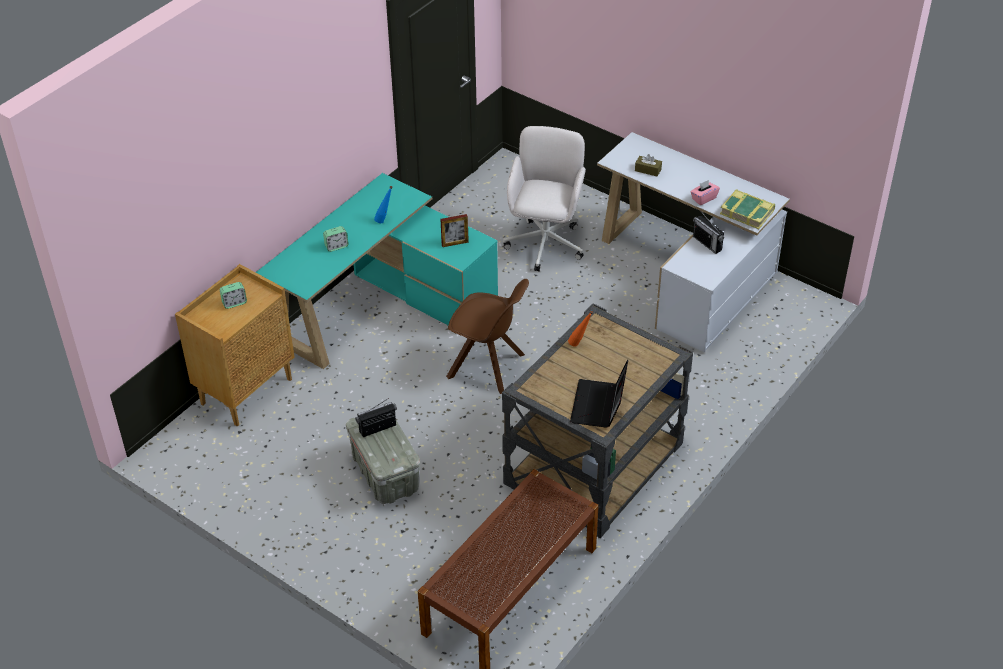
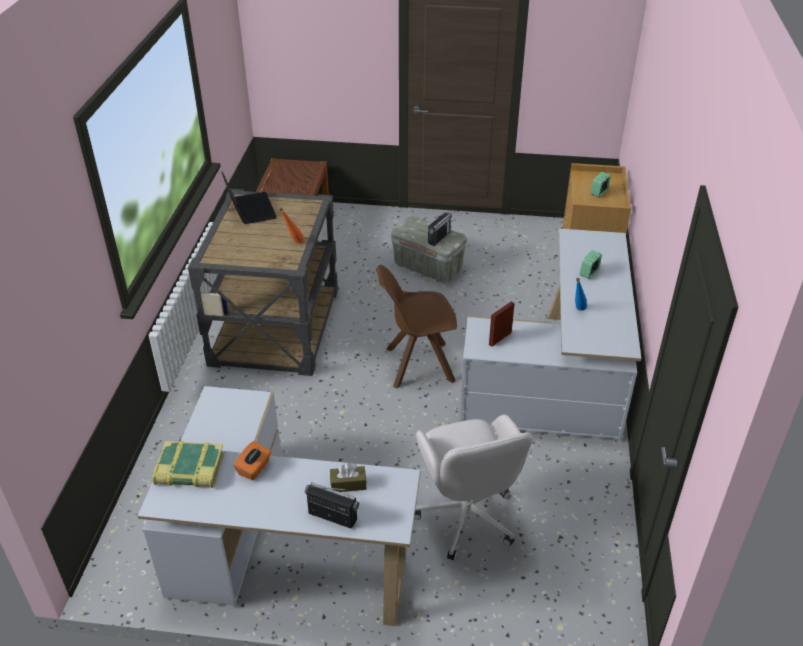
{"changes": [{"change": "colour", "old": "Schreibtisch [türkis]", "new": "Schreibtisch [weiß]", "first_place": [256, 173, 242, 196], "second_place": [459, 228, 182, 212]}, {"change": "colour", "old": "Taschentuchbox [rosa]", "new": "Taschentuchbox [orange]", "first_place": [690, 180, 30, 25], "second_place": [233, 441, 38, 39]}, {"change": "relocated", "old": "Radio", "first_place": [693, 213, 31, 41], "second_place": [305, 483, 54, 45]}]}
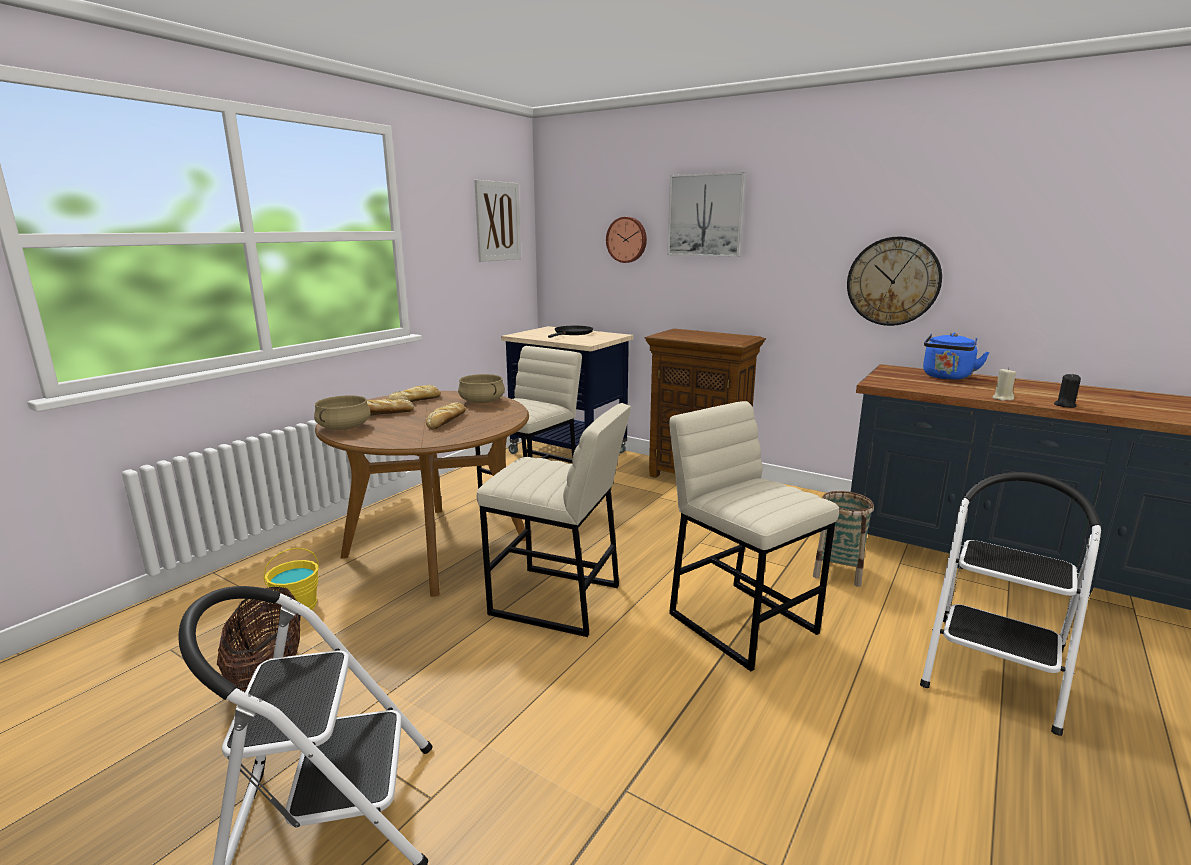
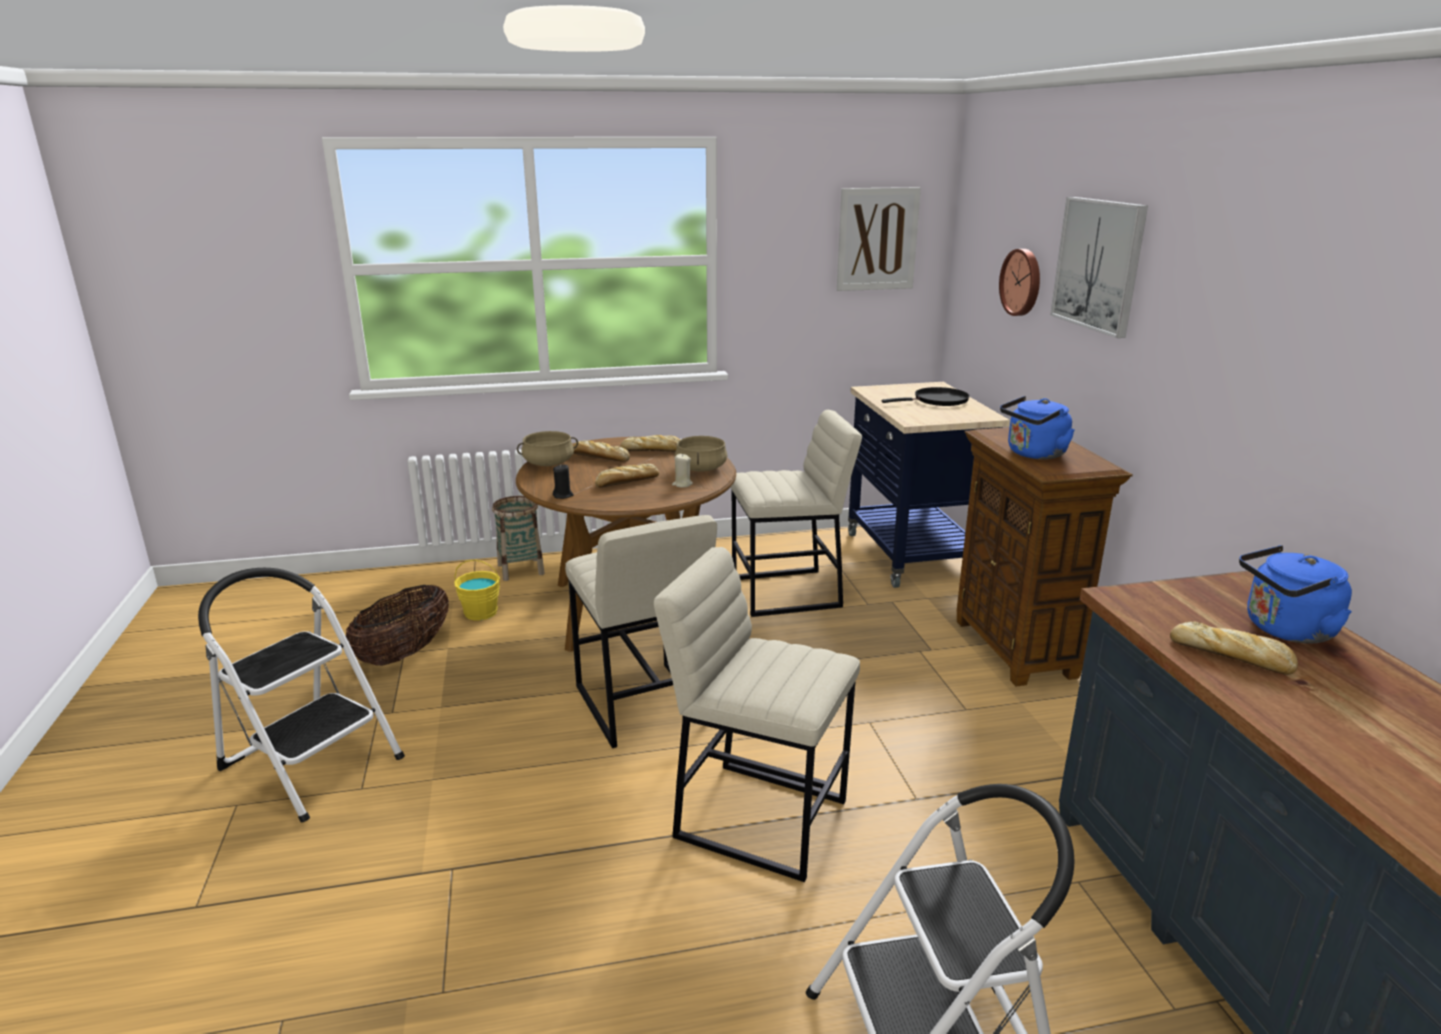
{"changes": [{"change": "missing", "old": "Wanduhr", "first_place": [847, 236, 95, 90]}, {"change": "relocated", "old": "Kerze [beige]", "first_place": [993, 368, 24, 33], "second_place": [672, 454, 21, 34]}, {"change": "relocated", "old": "Kerze [schwarz]", "first_place": [1054, 373, 27, 35], "second_place": [553, 465, 20, 34]}, {"change": "spun", "old": "Stuhl [beige]", "first_place": [669, 401, 170, 270], "second_place": [654, 547, 206, 335], "degrees": -75}, {"change": "relocated", "old": "Korb", "first_place": [813, 491, 61, 96], "second_place": [492, 496, 53, 85]}, {"change": "appeared", "new": "Wasserkessel [blau]", "second_place": [1000, 396, 75, 63]}, {"change": "appeared", "new": "Brot", "second_place": [1170, 621, 128, 54]}]}
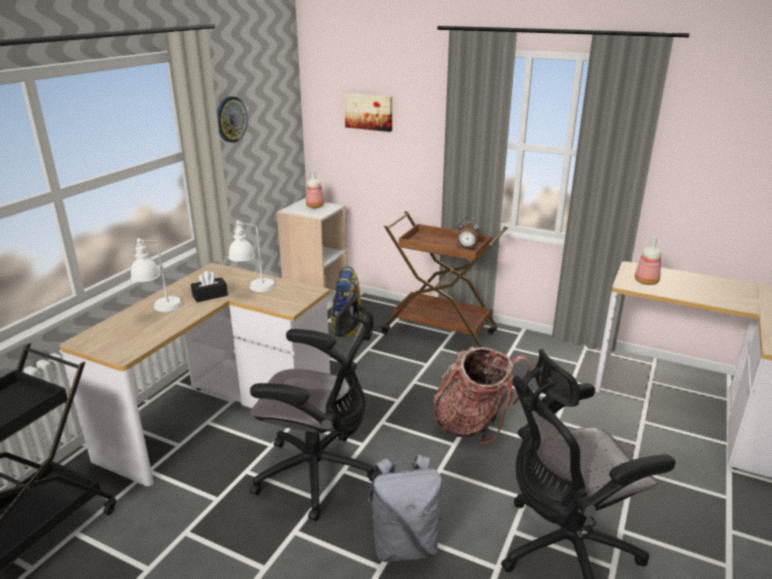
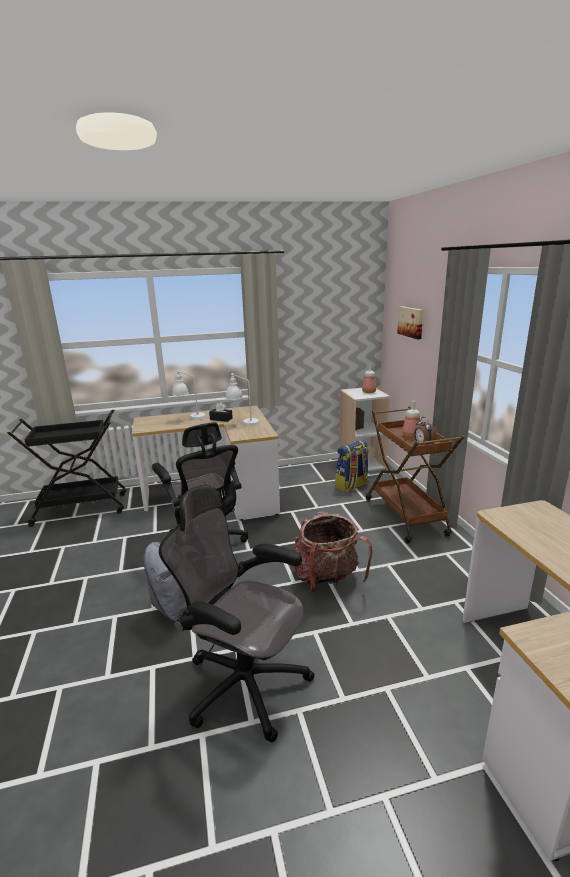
{"changes": [{"change": "missing", "old": "Wanduhr", "first_place": [217, 96, 31, 47]}, {"change": "relocated", "old": "Flasche", "first_place": [635, 236, 26, 49], "second_place": [402, 401, 19, 37]}]}
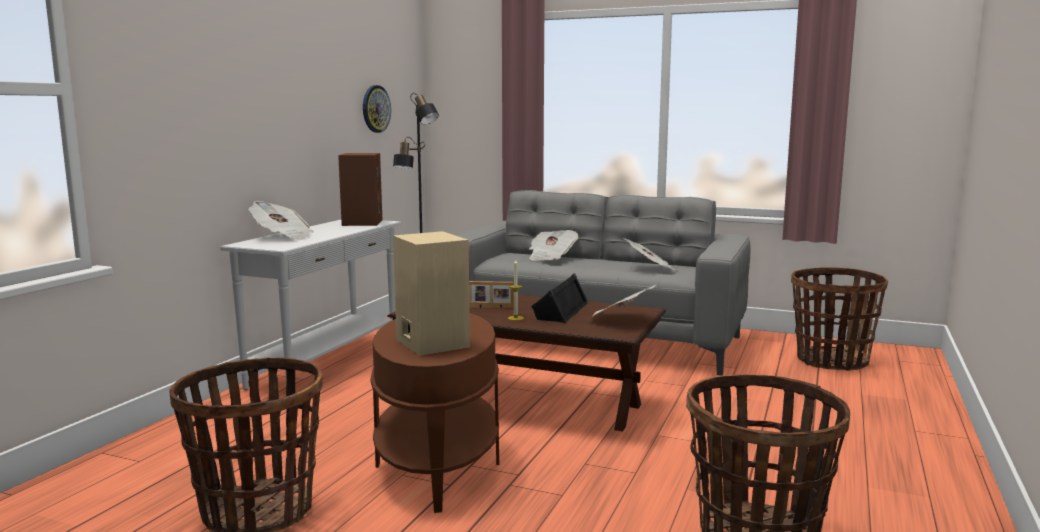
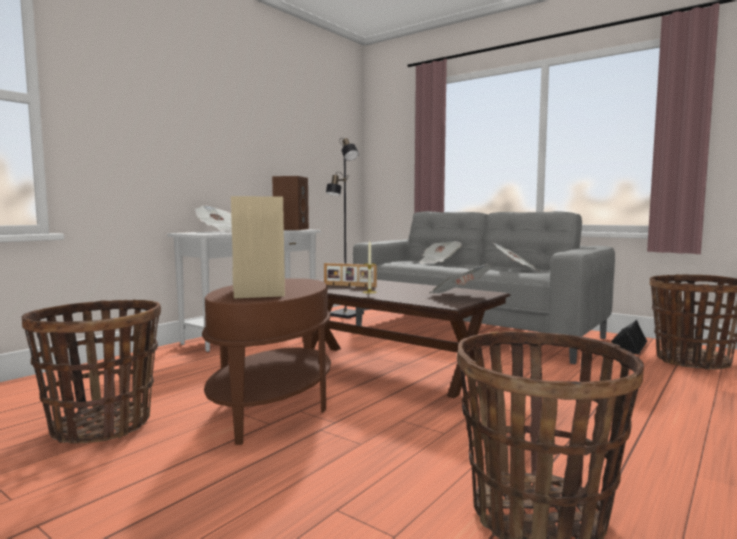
{"changes": [{"change": "missing", "old": "Wanduhr", "first_place": [363, 85, 28, 48]}, {"change": "relocated", "old": "Lautsprecher [schwarz]", "first_place": [531, 273, 58, 50], "second_place": [611, 320, 37, 35]}]}
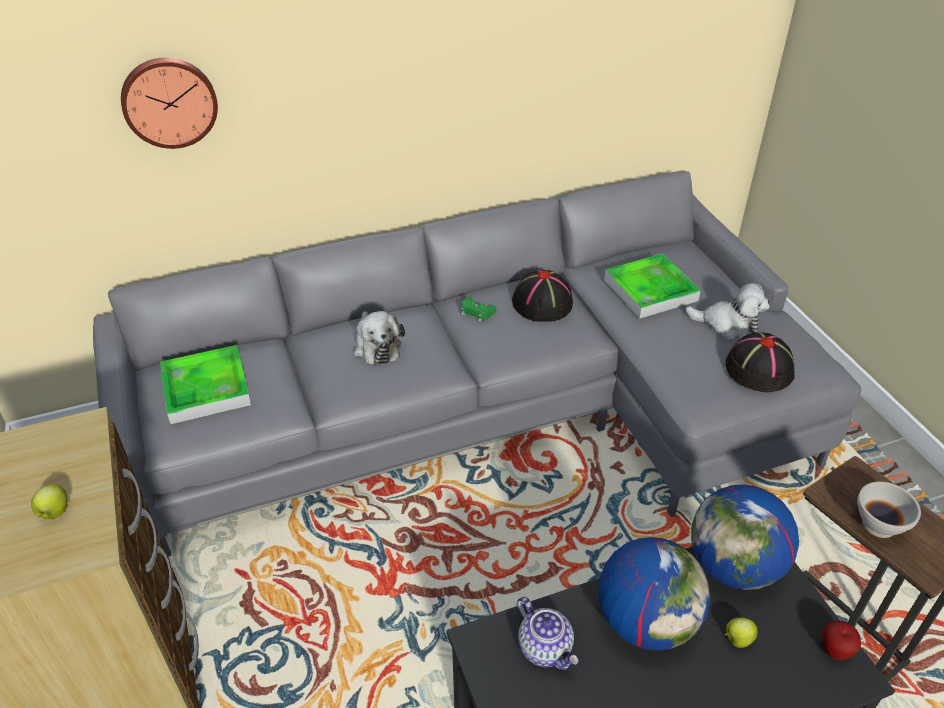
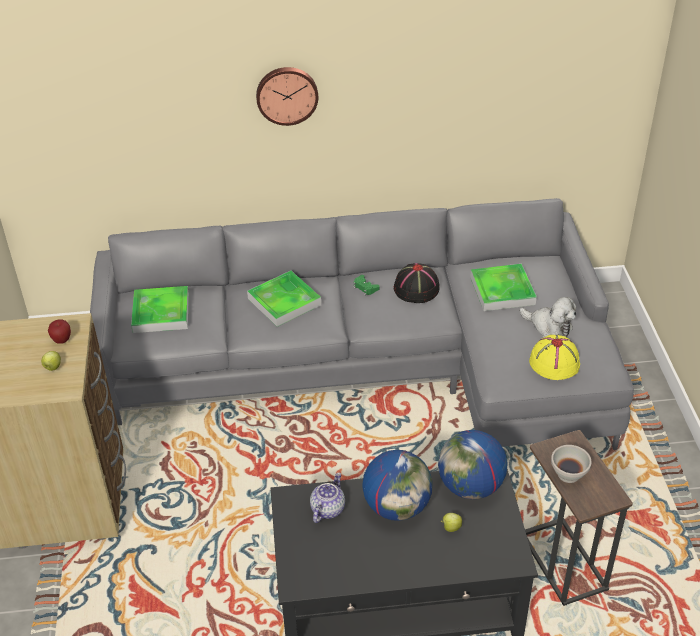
{"changes": [{"change": "relocated", "old": "Wanduhr", "first_place": [121, 58, 97, 91], "second_place": [256, 67, 62, 59]}, {"change": "exchanged", "old": "Plüschtier", "new": "Tablett", "first_place": [354, 311, 51, 55], "second_place": [247, 271, 74, 56]}, {"change": "colour", "old": "Hut [schwarz]", "new": "Hut [gelb]", "first_place": [726, 332, 69, 60], "second_place": [529, 335, 51, 45]}, {"change": "spun", "old": "Teekanne", "first_place": [517, 597, 61, 73], "second_place": [310, 473, 35, 50], "degrees": -135}, {"change": "relocated", "old": "Apfel", "first_place": [822, 620, 39, 41], "second_place": [48, 319, 23, 25]}]}
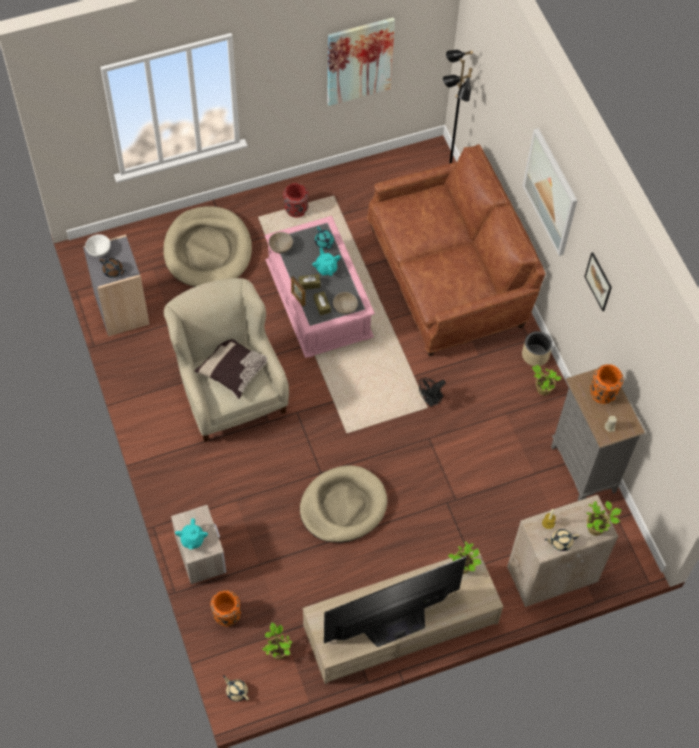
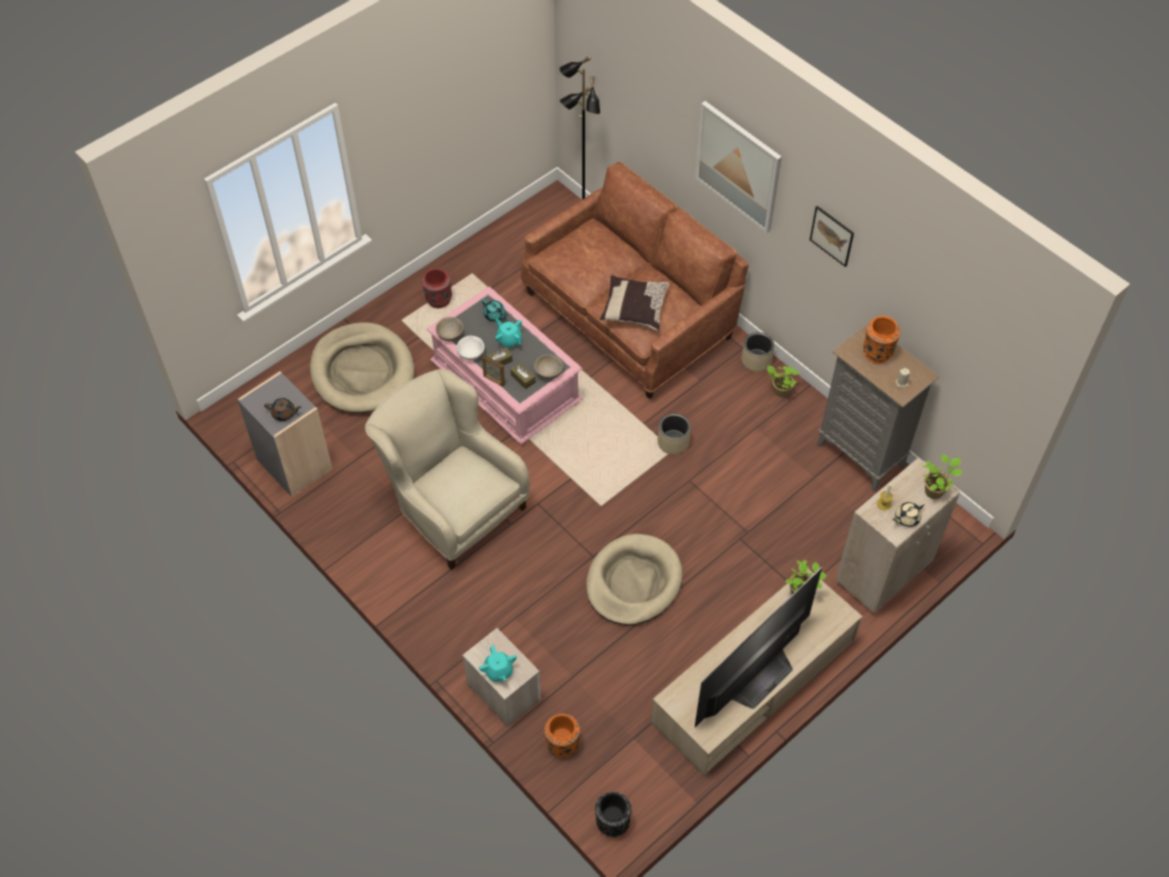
{"changes": [{"change": "missing", "old": "Bild", "first_place": [327, 17, 68, 89]}, {"change": "relocated", "old": "Schüssel [weiß]", "first_place": [85, 234, 26, 23], "second_place": [456, 336, 28, 24]}, {"change": "relocated", "old": "Kissen", "first_place": [194, 339, 73, 60], "second_place": [600, 275, 69, 56]}, {"change": "exchanged", "old": "Ventilator [schwarz]", "new": "Pflanzkübel [beige]", "first_place": [419, 378, 27, 29], "second_place": [658, 413, 33, 41]}, {"change": "missing", "old": "Topfpflanze", "first_place": [262, 623, 30, 37]}, {"change": "exchanged", "old": "Teekanne [beige]", "new": "Vase [schwarz]", "first_place": [223, 675, 26, 26], "second_place": [595, 792, 36, 45]}]}
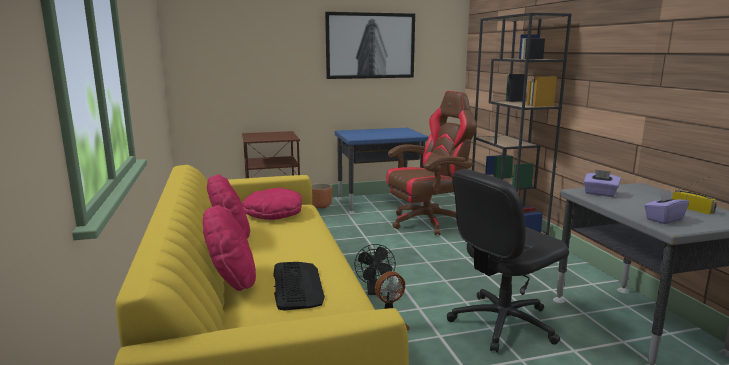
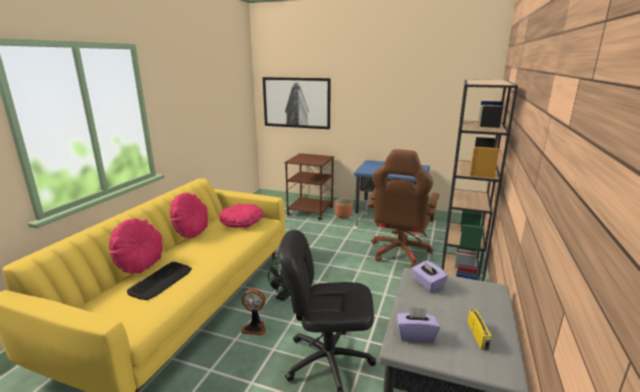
{"changes": [{"change": "relocated", "old": "Bild", "first_place": [325, 12, 90, 67], "second_place": [263, 77, 68, 52]}, {"change": "spun", "old": "Bürostuhl [braun]", "first_place": [386, 91, 91, 144], "second_place": [367, 149, 72, 118], "degrees": 105}]}
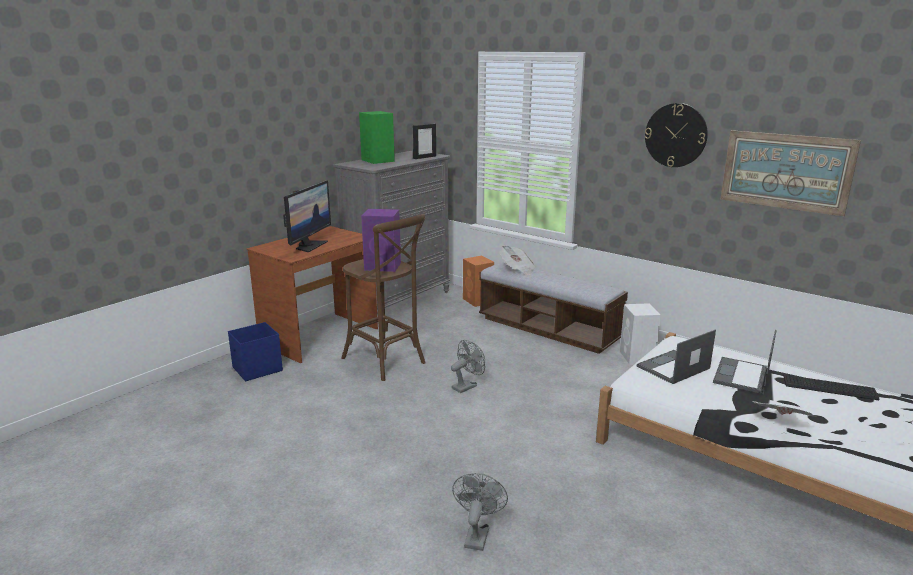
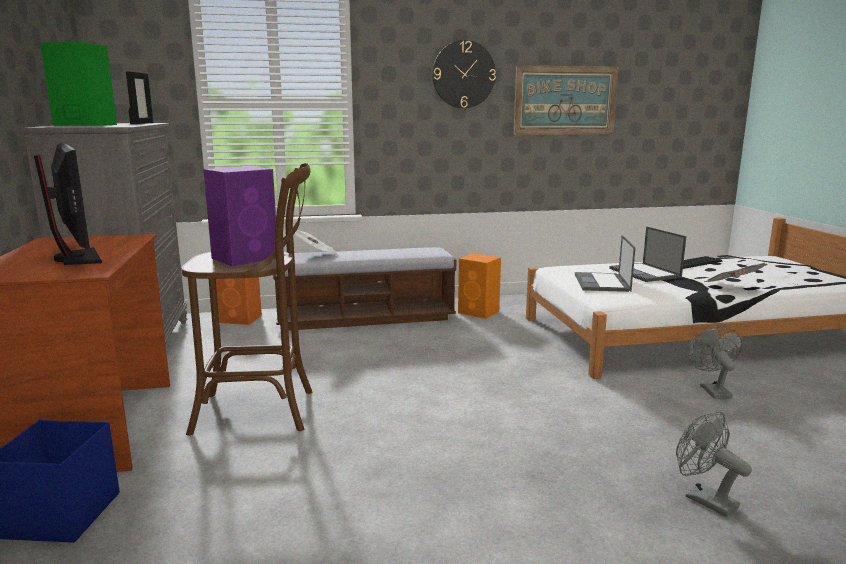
{"changes": [{"change": "colour", "old": "Lautsprecher [weiß]", "new": "Lautsprecher [orange]", "first_place": [620, 303, 41, 62], "second_place": [458, 253, 43, 66]}, {"change": "relocated", "old": "Ventilator [grau]", "first_place": [451, 340, 34, 53], "second_place": [688, 326, 54, 73]}]}
